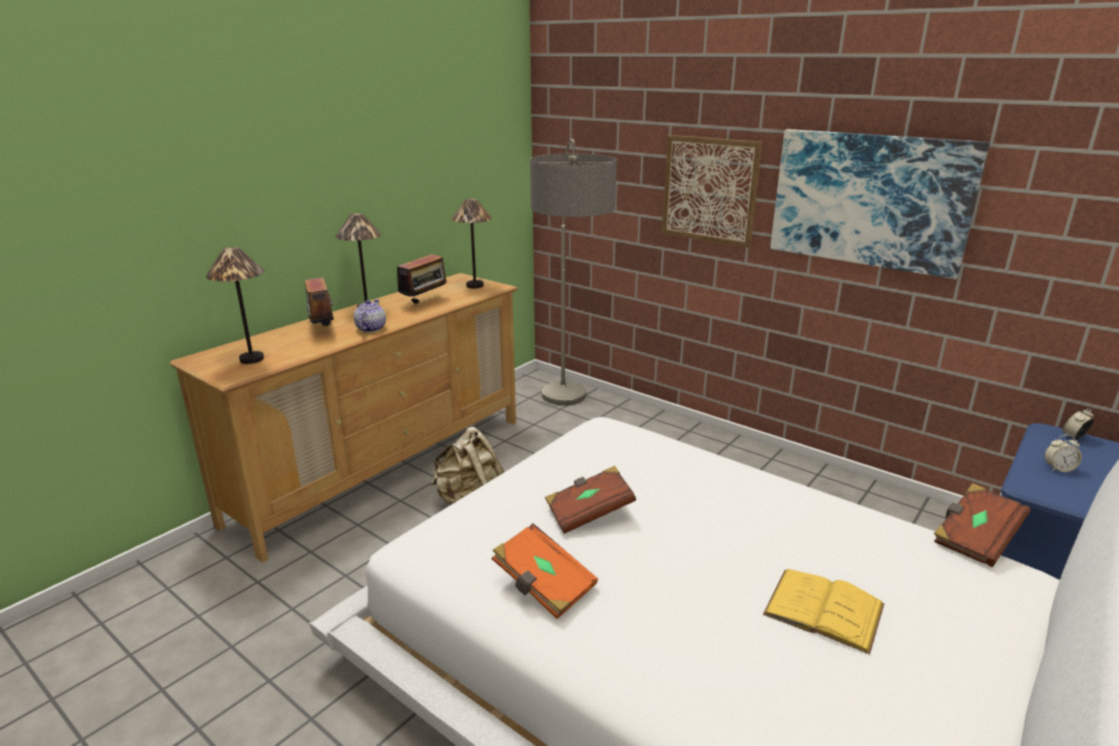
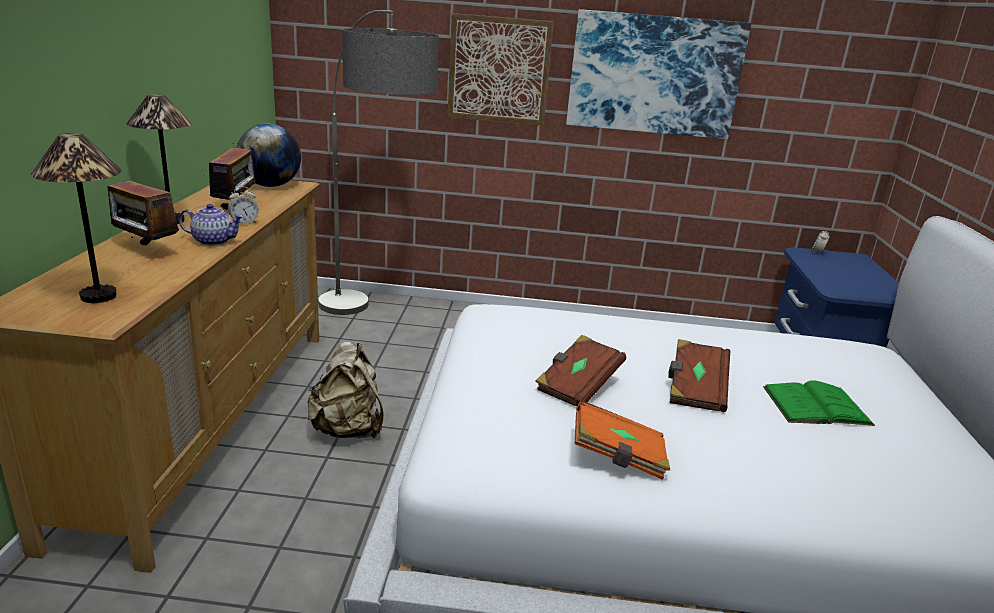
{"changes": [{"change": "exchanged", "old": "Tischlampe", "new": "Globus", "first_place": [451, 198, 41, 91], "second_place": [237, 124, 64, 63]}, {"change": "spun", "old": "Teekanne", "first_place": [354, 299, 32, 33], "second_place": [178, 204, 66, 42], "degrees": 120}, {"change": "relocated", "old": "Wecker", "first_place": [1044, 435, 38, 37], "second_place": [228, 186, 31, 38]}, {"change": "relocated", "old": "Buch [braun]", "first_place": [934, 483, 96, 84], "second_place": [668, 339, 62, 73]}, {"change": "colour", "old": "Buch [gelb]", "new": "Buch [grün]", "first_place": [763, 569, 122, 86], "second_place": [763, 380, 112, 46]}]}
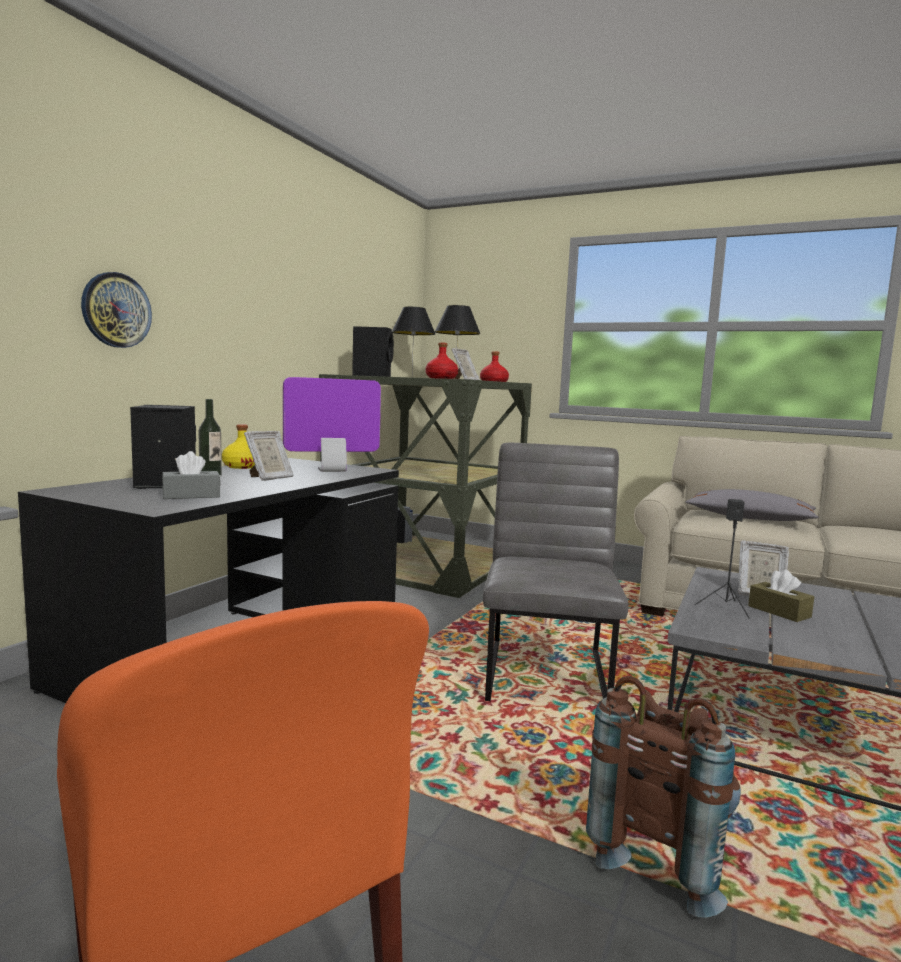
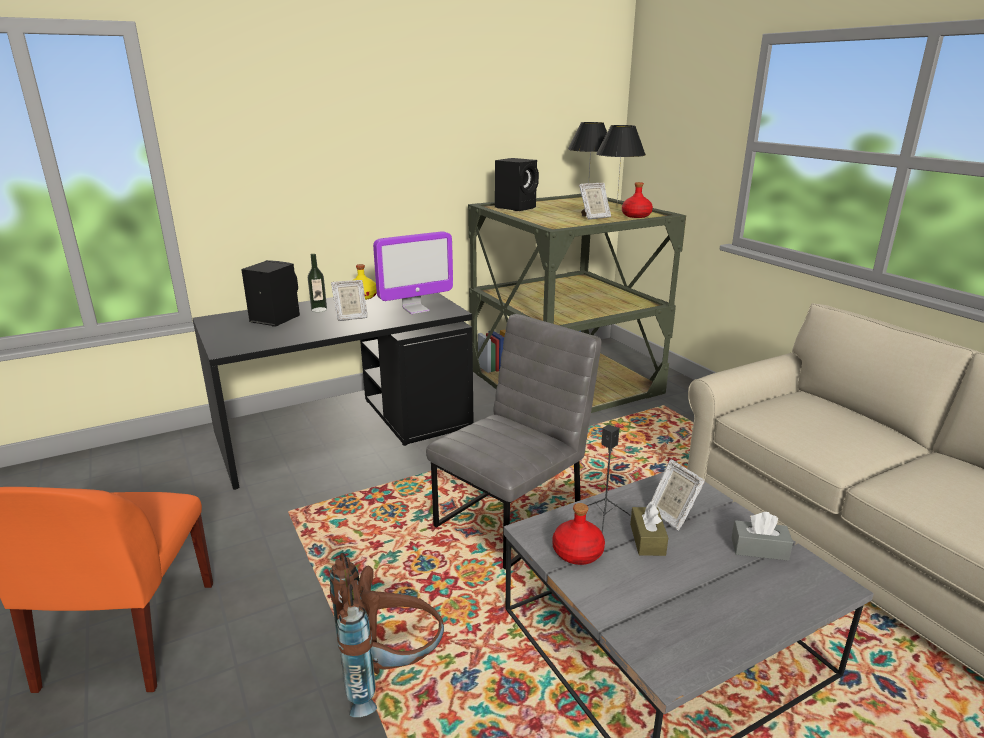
{"changes": [{"change": "missing", "old": "Wanduhr", "first_place": [81, 272, 71, 76]}, {"change": "relocated", "old": "Flasche [rot]", "first_place": [426, 343, 32, 36], "second_place": [553, 503, 52, 62]}, {"change": "spun", "old": "Monitor", "first_place": [283, 377, 98, 95], "second_place": [373, 231, 80, 83], "degrees": 135}, {"change": "relocated", "old": "Taschentuchbox [grau]", "first_place": [162, 451, 59, 48], "second_place": [732, 512, 61, 49]}, {"change": "missing", "old": "Kissen [grau]", "first_place": [685, 489, 134, 32]}]}
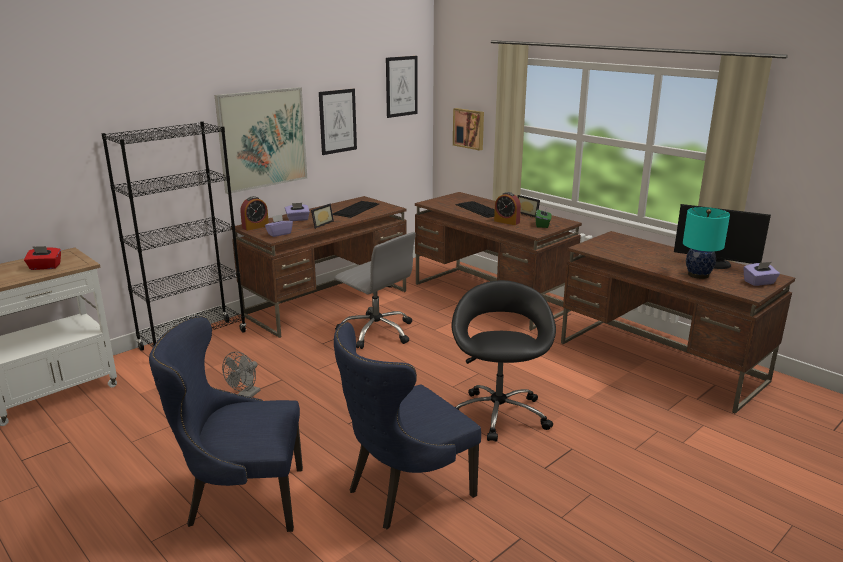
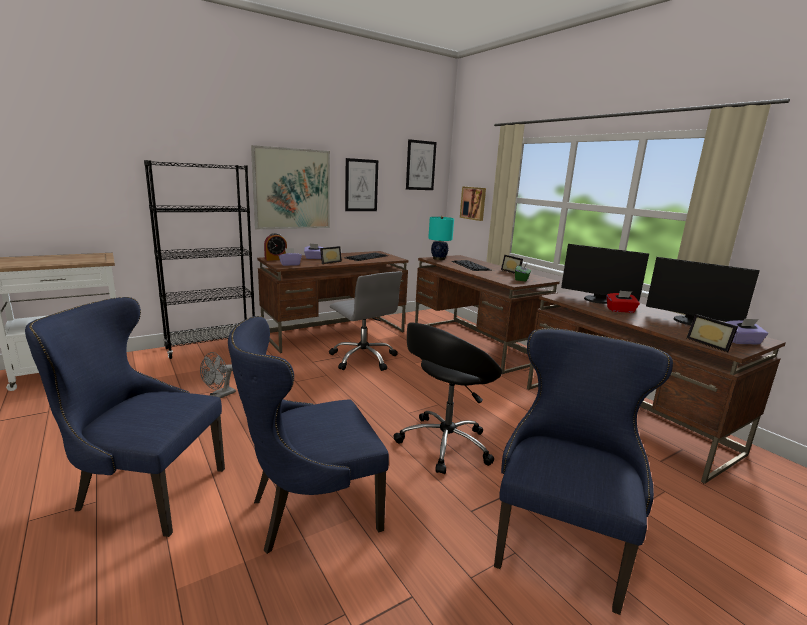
{"changes": [{"change": "missing", "old": "Wecker", "first_place": [494, 192, 27, 33]}, {"change": "relocated", "old": "Tischlampe [türkis]", "first_place": [683, 207, 47, 72], "second_place": [428, 216, 26, 44]}, {"change": "relocated", "old": "Taschentuchbox [rot]", "first_place": [24, 246, 37, 24], "second_place": [607, 291, 33, 22]}, {"change": "spun", "old": "Bürostuhl [schwarz]", "first_place": [451, 280, 105, 161], "second_place": [393, 322, 109, 152], "degrees": -150}, {"change": "appeared", "new": "Monitor", "second_place": [561, 244, 88, 60]}, {"change": "appeared", "new": "Bilderrahmen", "second_place": [687, 314, 51, 38]}, {"change": "appeared", "new": "Stuhl [blau]", "second_place": [494, 328, 179, 287]}]}
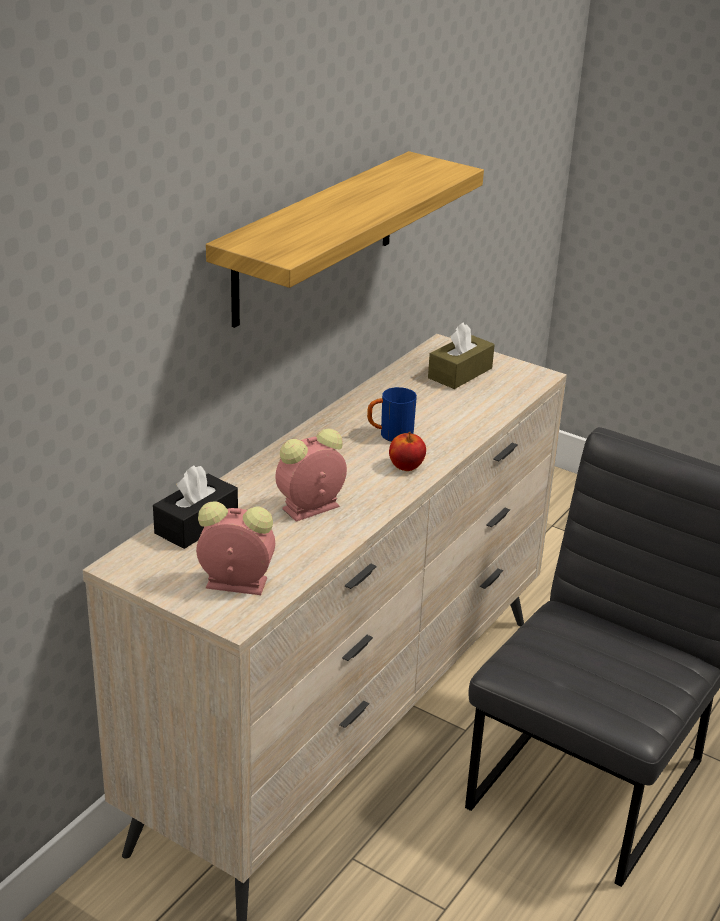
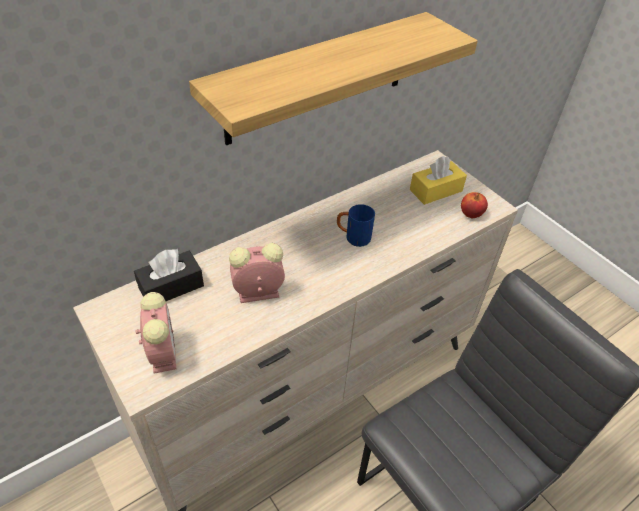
{"changes": [{"change": "colour", "old": "Taschentuchbox [braun]", "new": "Taschentuchbox [gelb]", "first_place": [428, 322, 67, 67], "second_place": [410, 156, 57, 49]}, {"change": "relocated", "old": "Apfel", "first_place": [389, 432, 37, 39], "second_place": [461, 192, 27, 26]}, {"change": "spun", "old": "Wecker", "first_place": [196, 501, 79, 94], "second_place": [136, 292, 40, 82], "degrees": 45}]}
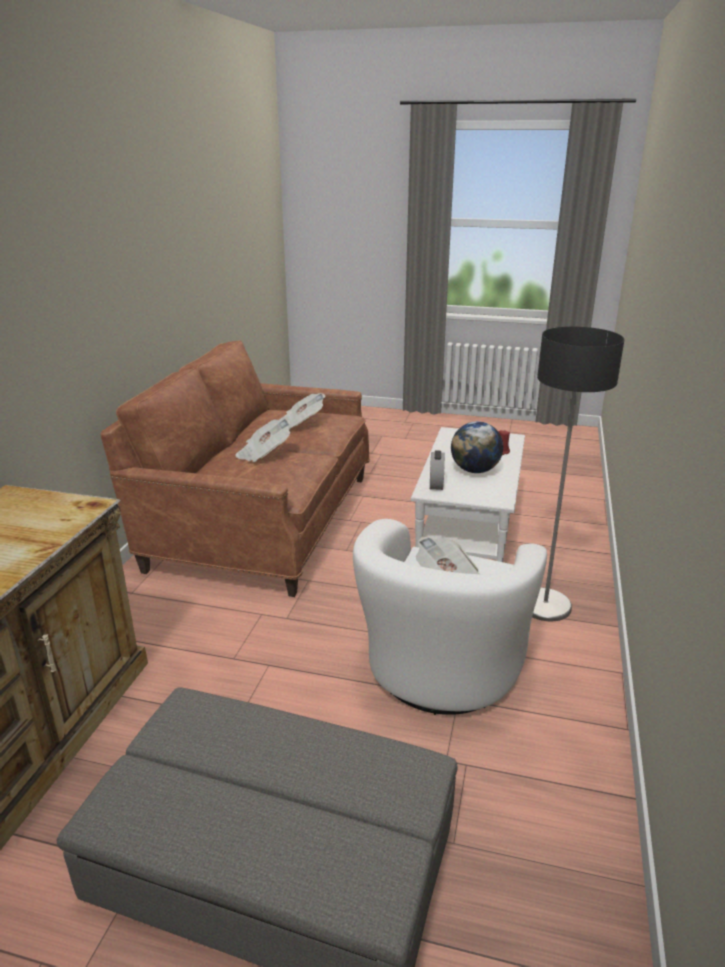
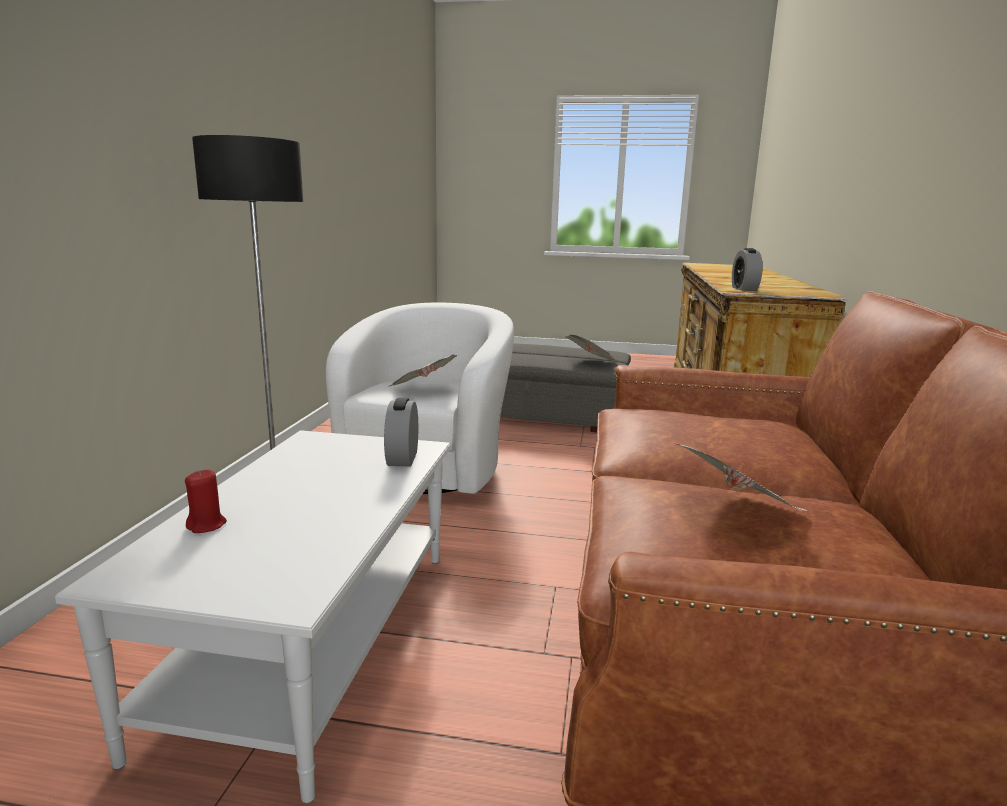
{"changes": [{"change": "relocated", "old": "Zeitung", "first_place": [235, 419, 56, 43], "second_place": [565, 335, 53, 26]}, {"change": "missing", "old": "Globus", "first_place": [451, 421, 52, 52]}, {"change": "appeared", "new": "Wecker", "second_place": [732, 248, 31, 43]}]}
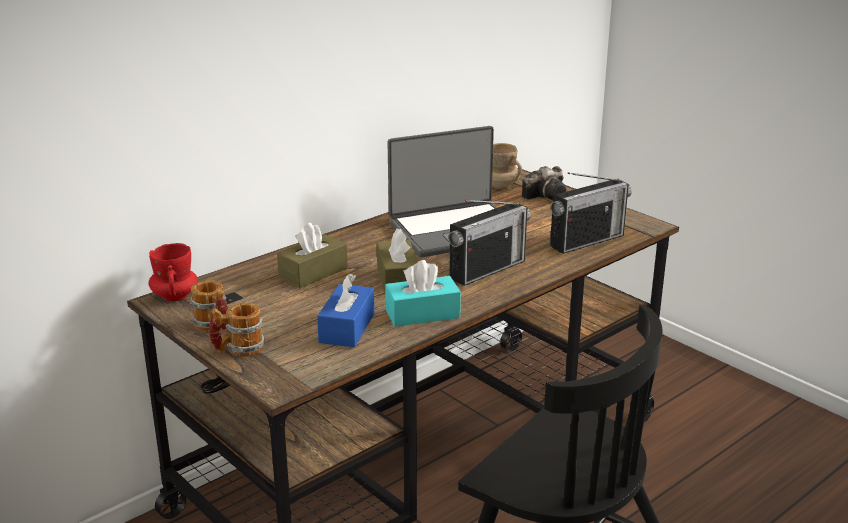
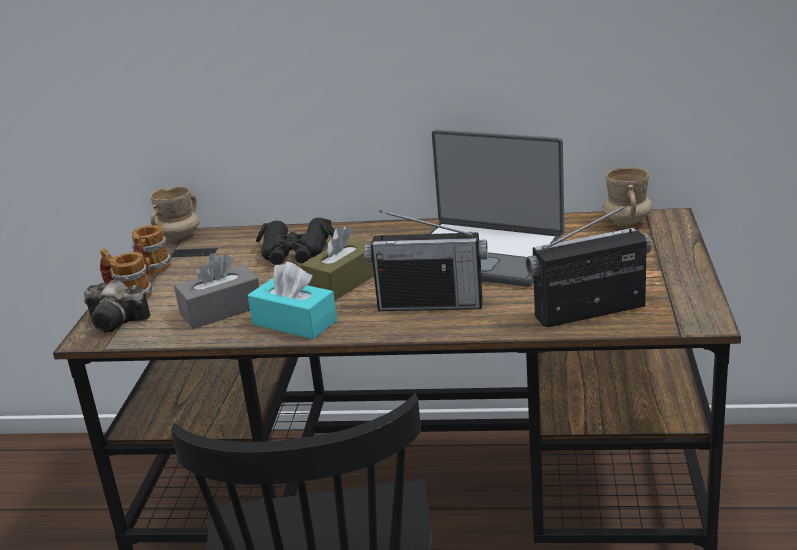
{"changes": [{"change": "relocated", "old": "Kamera", "first_place": [522, 166, 44, 34], "second_place": [84, 280, 66, 53]}, {"change": "spun", "old": "Radio", "first_place": [550, 172, 82, 82], "second_place": [526, 203, 126, 124], "degrees": 150}, {"change": "exchanged", "old": "Taschentuchbox [braun]", "new": "Fernglas [schwarz]", "first_place": [277, 222, 71, 66], "second_place": [256, 218, 79, 47]}, {"change": "colour", "old": "Henkelbecher [rot]", "new": "Henkelbecher [beige]", "first_place": [149, 243, 49, 58], "second_place": [151, 186, 49, 55]}, {"change": "colour", "old": "Taschentuchbox [blau]", "new": "Taschentuchbox [grau]", "first_place": [317, 274, 58, 73], "second_place": [174, 253, 86, 76]}]}
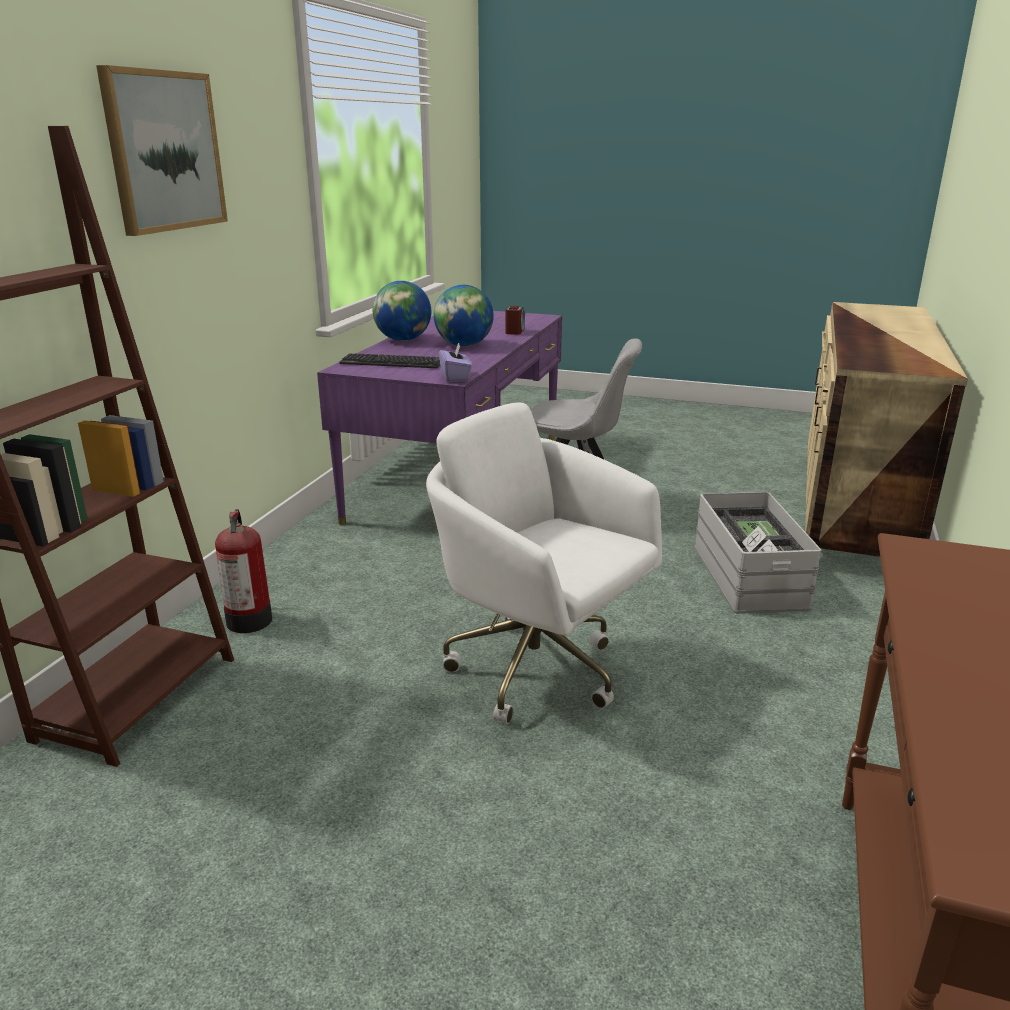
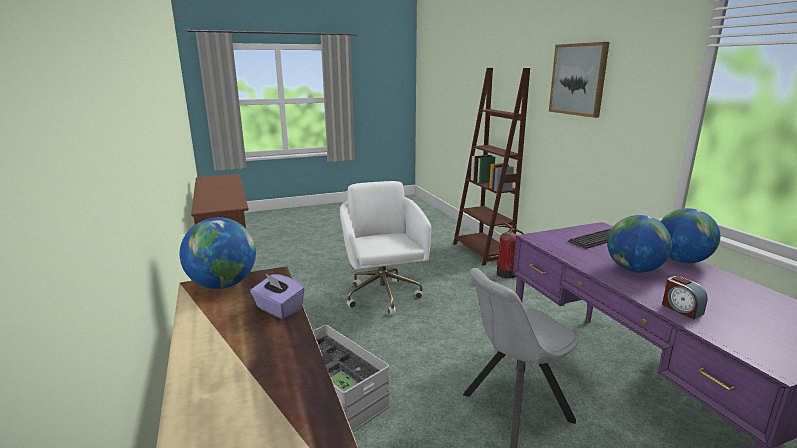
{"changes": [{"change": "relocated", "old": "Taschentuchbox [lila]", "first_place": [439, 342, 33, 40], "second_place": [250, 273, 55, 46]}, {"change": "spun", "old": "Bürostuhl [weiß]", "first_place": [426, 403, 236, 321], "second_place": [340, 181, 91, 134], "degrees": -105}, {"change": "appeared", "new": "Globus", "second_place": [179, 217, 77, 72]}]}
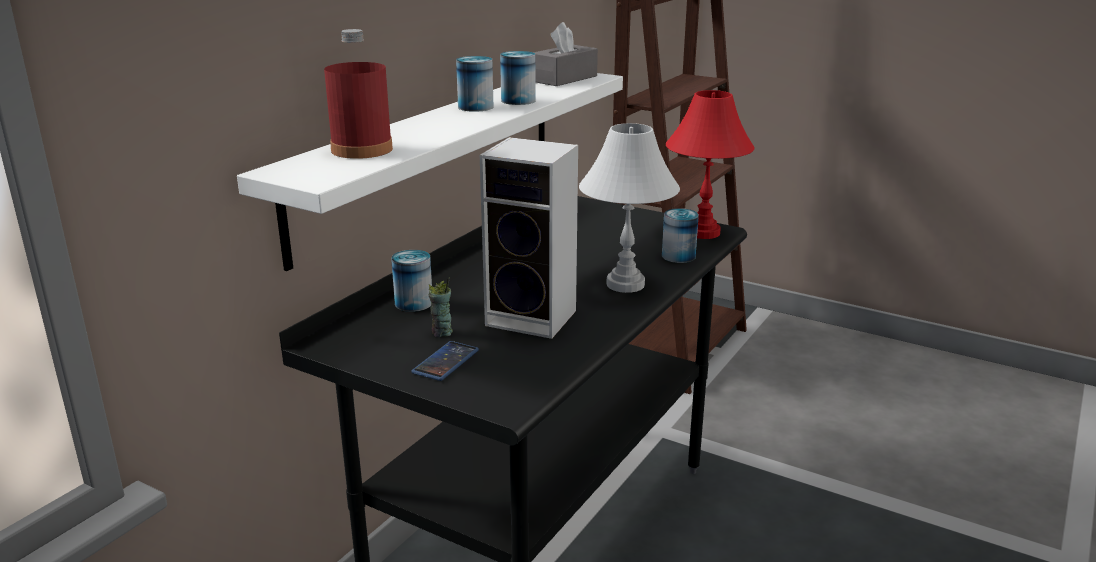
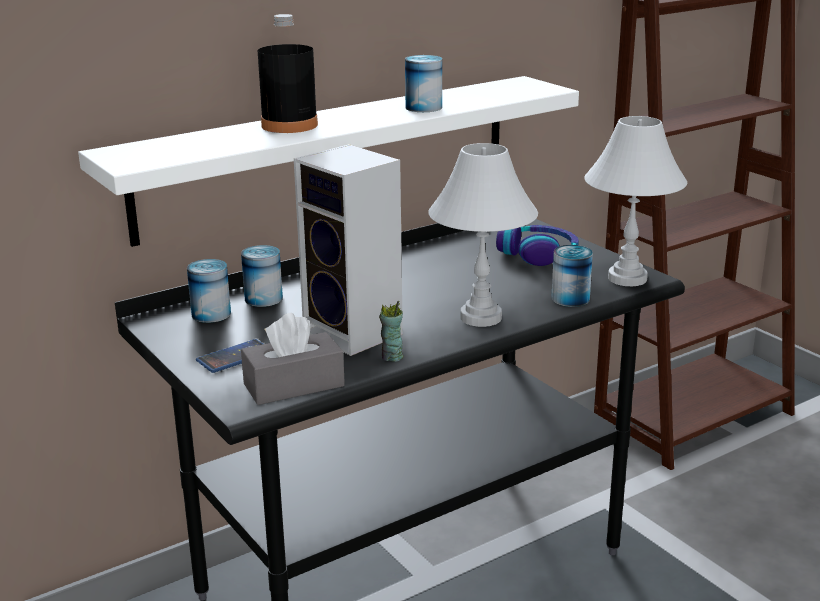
{"changes": [{"change": "relocated", "old": "Taschentuchbox [grau]", "first_place": [533, 22, 65, 64], "second_place": [241, 312, 104, 93]}, {"change": "missing", "old": "Flasche [rot]", "first_place": [324, 29, 69, 130]}, {"change": "relocated", "old": "Dose", "first_place": [456, 56, 38, 56], "second_place": [187, 259, 44, 64]}, {"change": "colour", "old": "Tischlampe [rot]", "new": "Tischlampe [weiß]", "first_place": [666, 90, 88, 149], "second_place": [584, 116, 103, 170]}, {"change": "relocated", "old": "Tasse", "first_place": [429, 278, 24, 59], "second_place": [379, 301, 25, 61]}, {"change": "appeared", "new": "Flasche [schwarz]", "second_place": [258, 14, 60, 119]}, {"change": "appeared", "new": "Kopfhörer", "second_place": [496, 225, 83, 41]}]}
